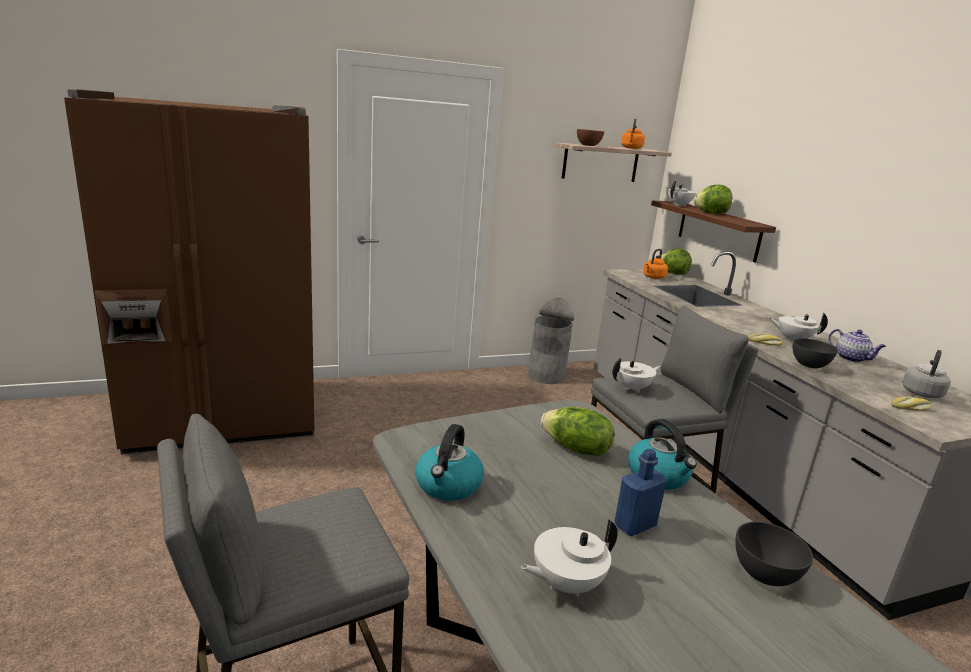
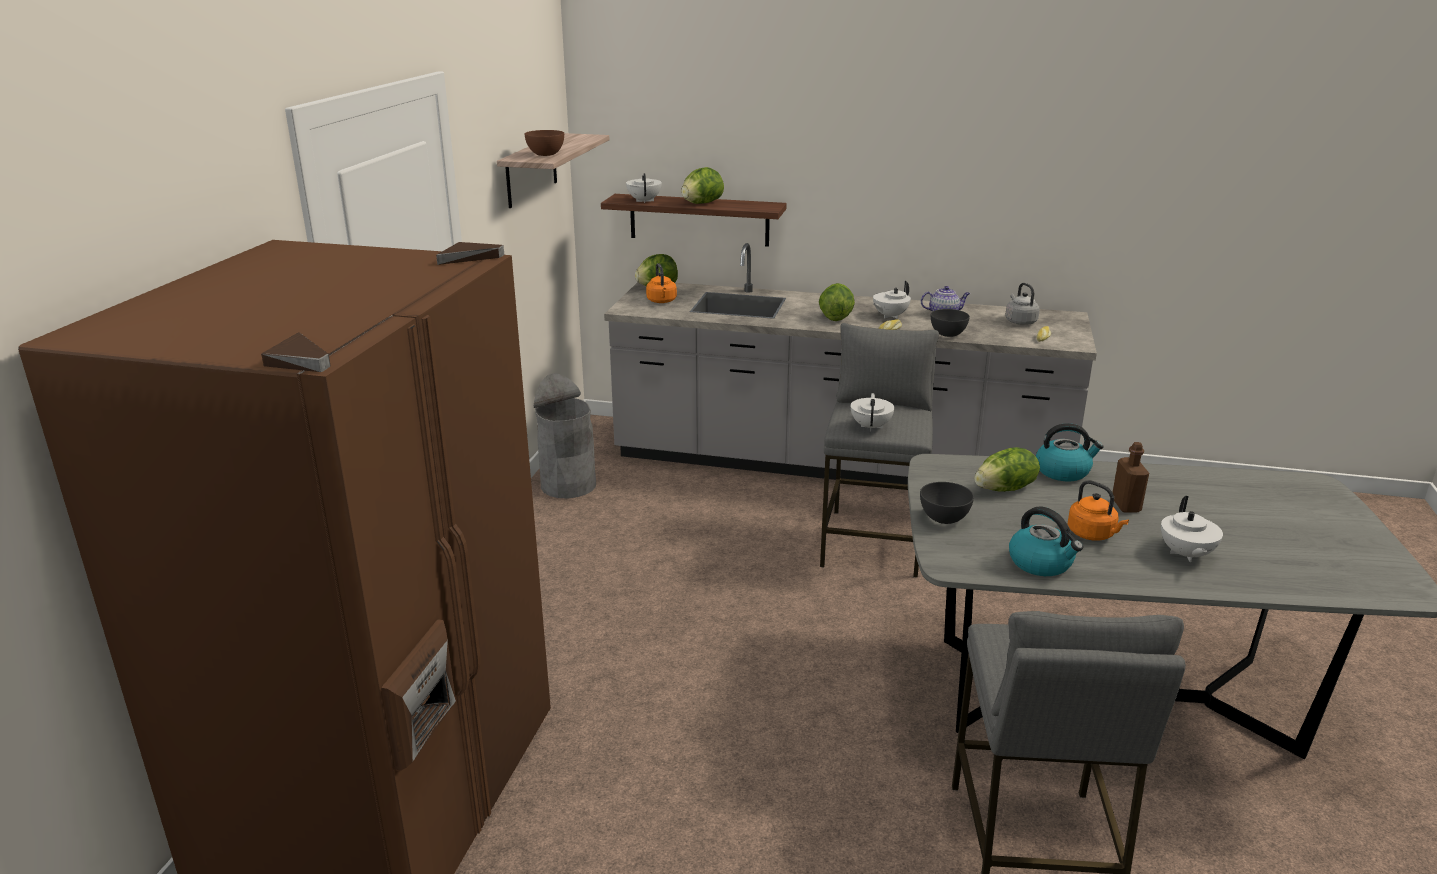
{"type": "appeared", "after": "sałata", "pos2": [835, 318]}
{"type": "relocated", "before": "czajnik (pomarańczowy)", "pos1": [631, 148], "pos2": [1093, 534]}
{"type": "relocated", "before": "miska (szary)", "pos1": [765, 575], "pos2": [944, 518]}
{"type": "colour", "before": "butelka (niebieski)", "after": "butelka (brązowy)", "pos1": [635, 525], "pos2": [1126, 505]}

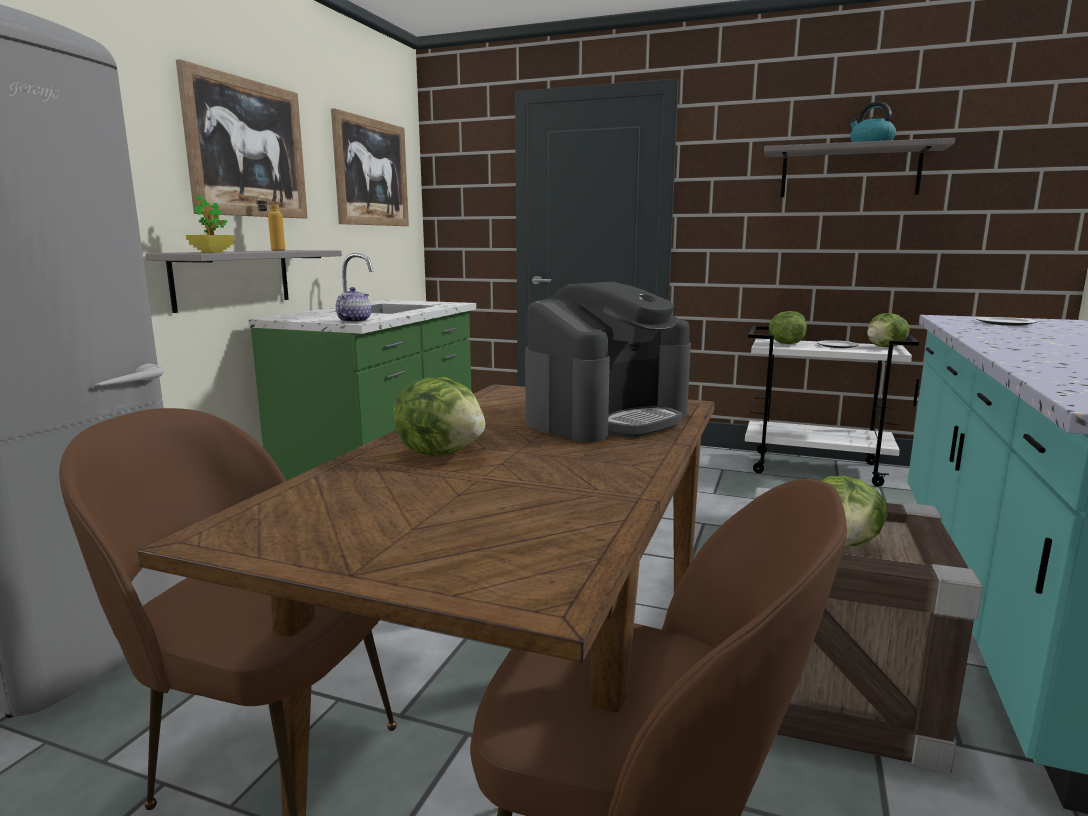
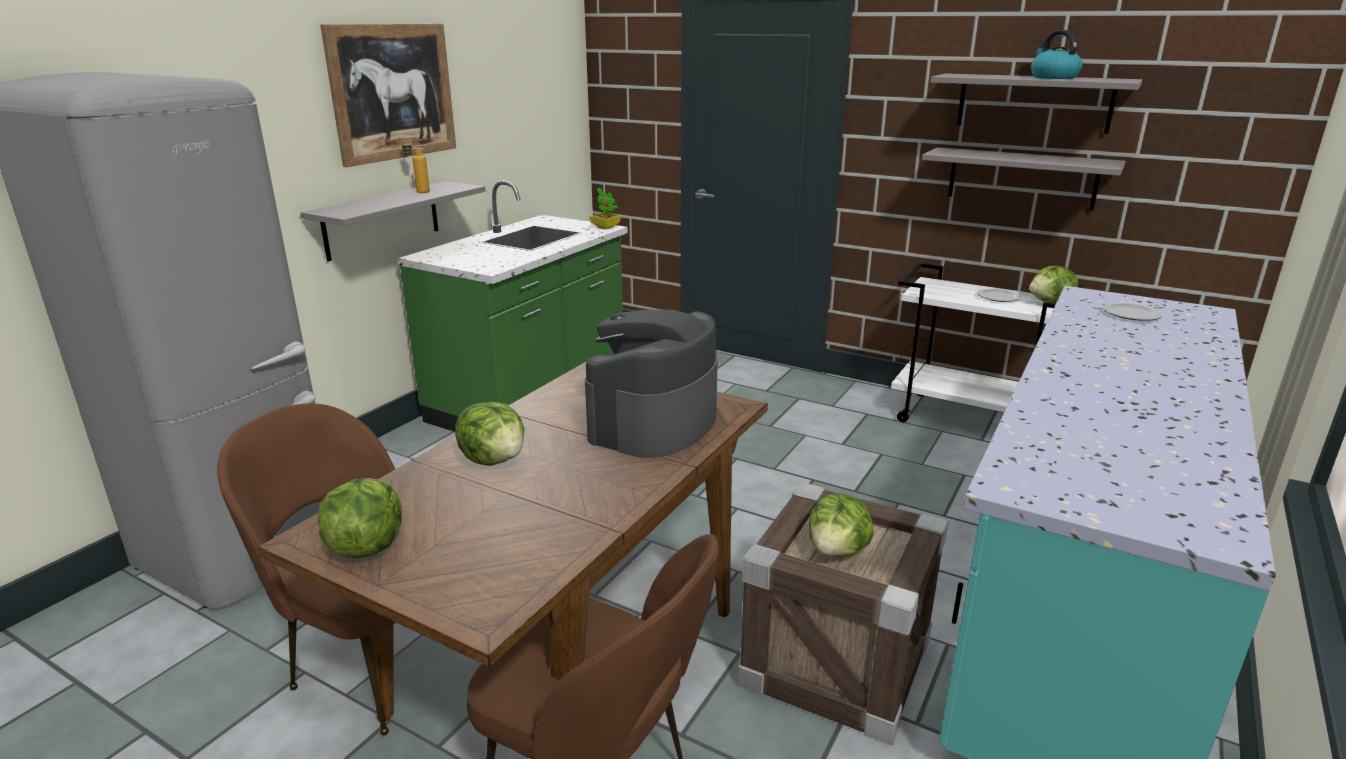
{"type": "missing", "before": "obraz", "pos1": [371, 173]}
{"type": "missing", "before": "imbryk", "pos1": [354, 321]}
{"type": "appeared", "after": "półka (szary)", "pos2": [1022, 178]}
{"type": "relocated", "before": "roślina doniczkowa", "pos1": [212, 252], "pos2": [605, 227]}
{"type": "relocated", "before": "sałata", "pos1": [785, 343], "pos2": [366, 546]}
{"type": "spun", "before": "ekspres do kawy", "pos1": [607, 418], "pos2": [653, 422], "turn": 150}

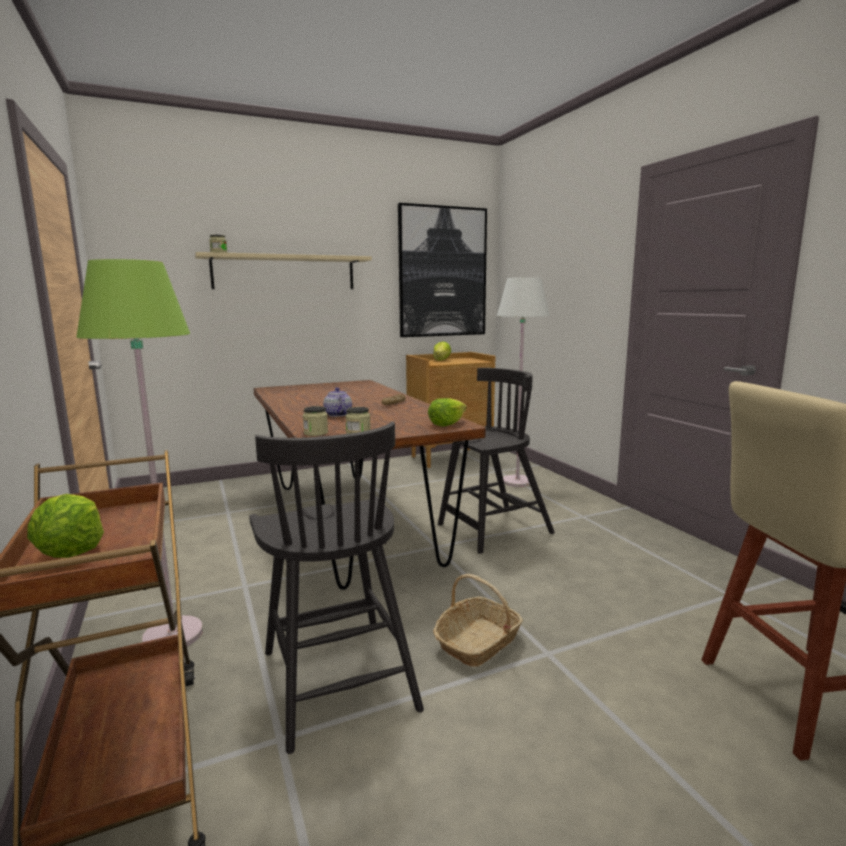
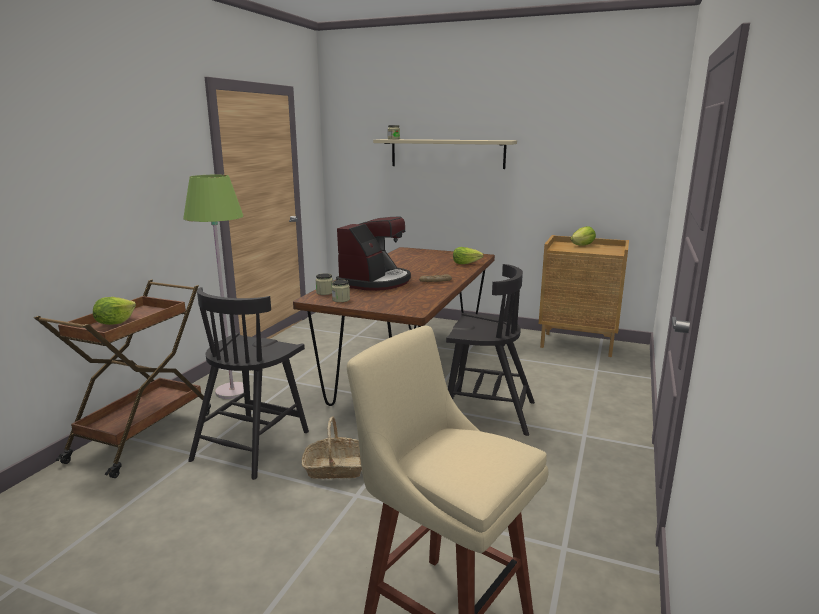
{"type": "missing", "before": "obraz", "pos1": [442, 272]}
{"type": "missing", "before": "lampa stojąca (biały)", "pos1": [517, 481]}
{"type": "relocated", "before": "sałata", "pos1": [447, 424], "pos2": [466, 263]}
{"type": "exchanged", "before": "imbryk", "after": "ekspres do kawy", "pos1": [337, 414], "pos2": [375, 282]}

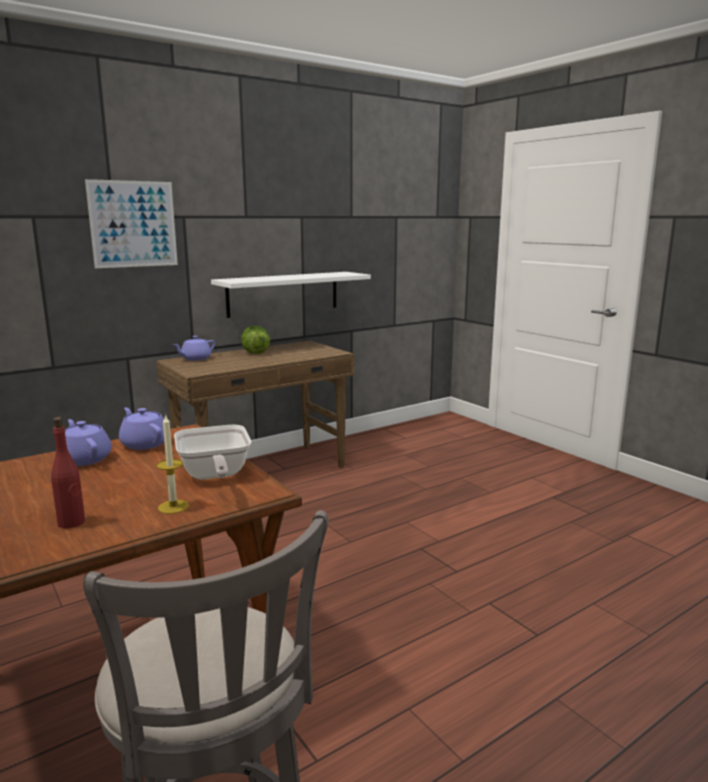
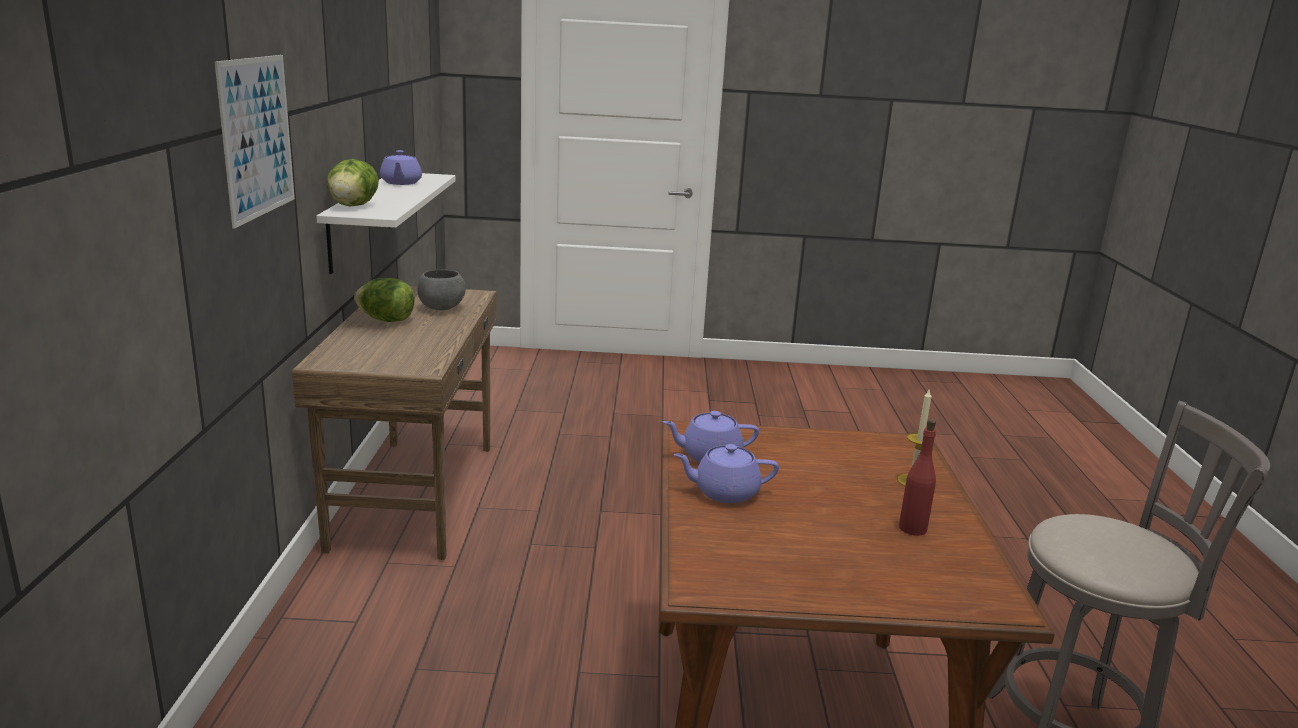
{"type": "missing", "before": "patelnia", "pos1": [214, 475]}
{"type": "appeared", "after": "sałata", "pos2": [353, 206]}
{"type": "appeared", "after": "miska (szary)", "pos2": [442, 308]}
{"type": "relocated", "before": "imbryk (fioletowy)", "pos1": [195, 359], "pos2": [401, 183]}

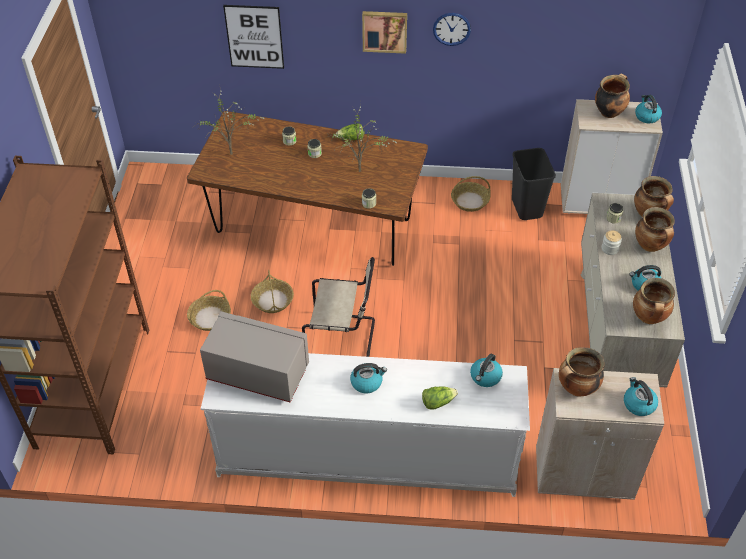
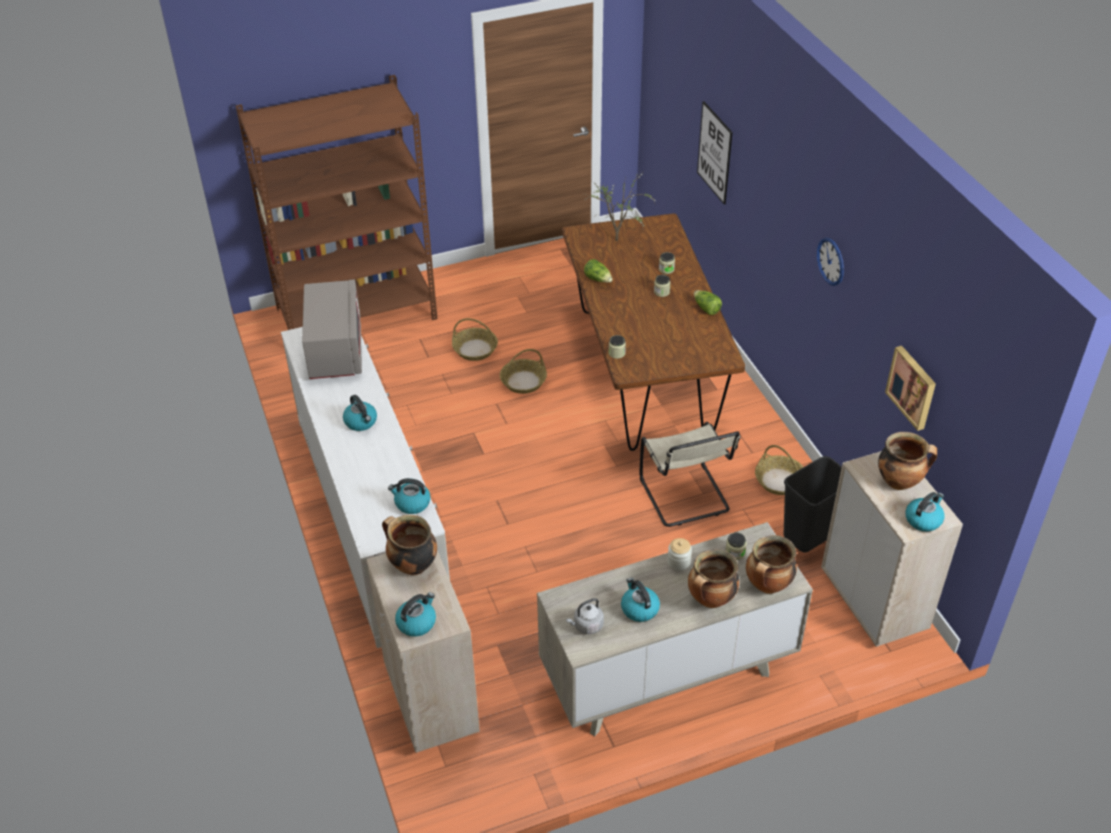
{"type": "missing", "before": "roślina doniczkowa", "pos1": [361, 172]}
{"type": "relocated", "before": "krzesło (beżowy)", "pos1": [343, 338], "pos2": [685, 497]}
{"type": "relocated", "before": "obraz", "pos1": [384, 31], "pos2": [912, 387]}
{"type": "relocated", "before": "sałata", "pos1": [437, 402], "pos2": [598, 279]}
{"type": "exchanged", "before": "garnek", "after": "czajnik (szary)", "pos1": [649, 318], "pos2": [586, 625]}

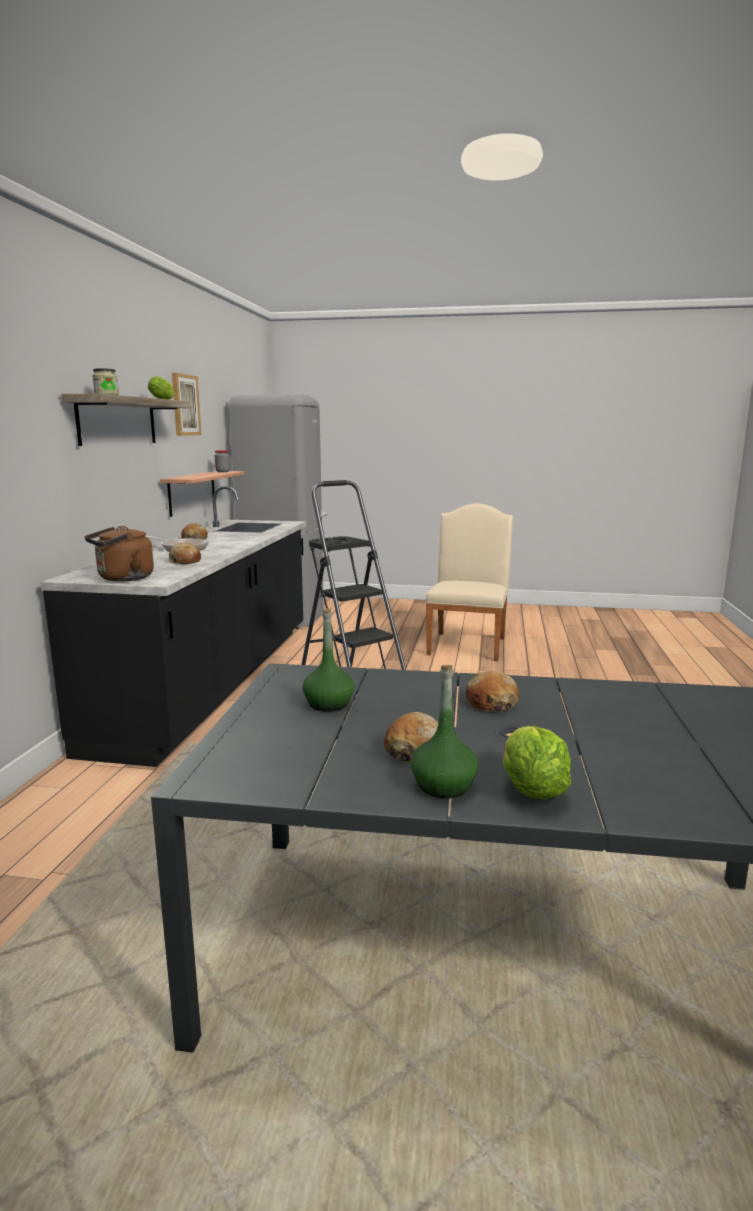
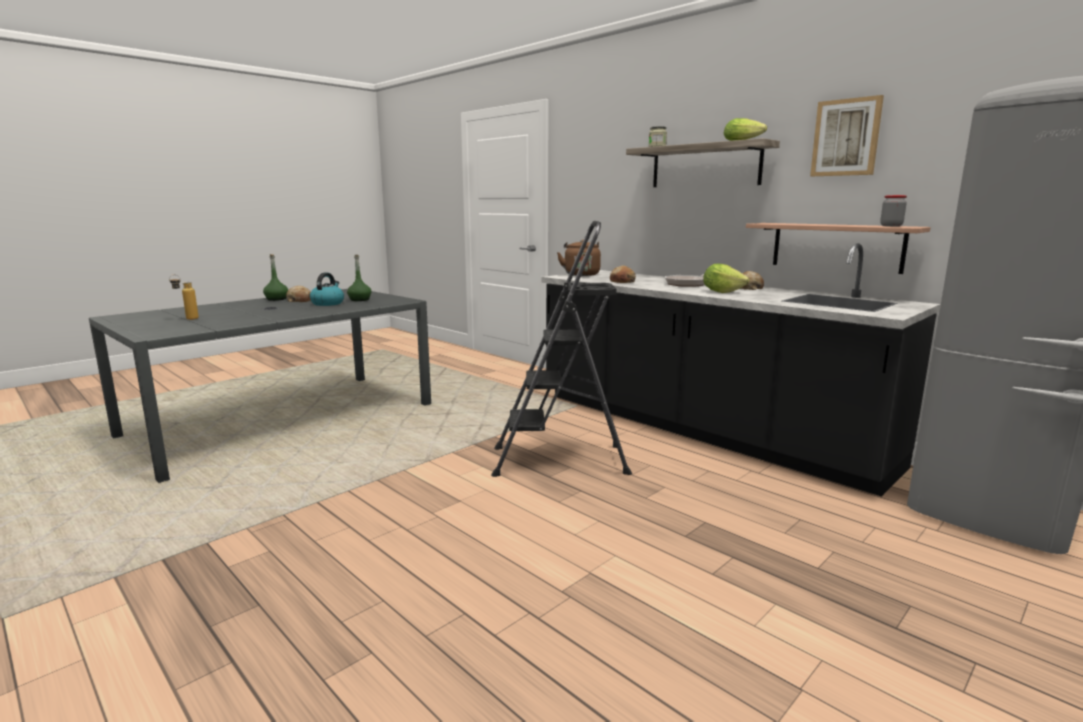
{"type": "missing", "before": "krzesło (beżowy)", "pos1": [468, 644]}
{"type": "missing", "before": "chleb", "pos1": [491, 702]}
{"type": "appeared", "after": "butelka", "pos2": [187, 319]}
{"type": "appeared", "after": "czajnik", "pos2": [328, 303]}
{"type": "relocated", "before": "sałata", "pos1": [531, 789], "pos2": [722, 292]}

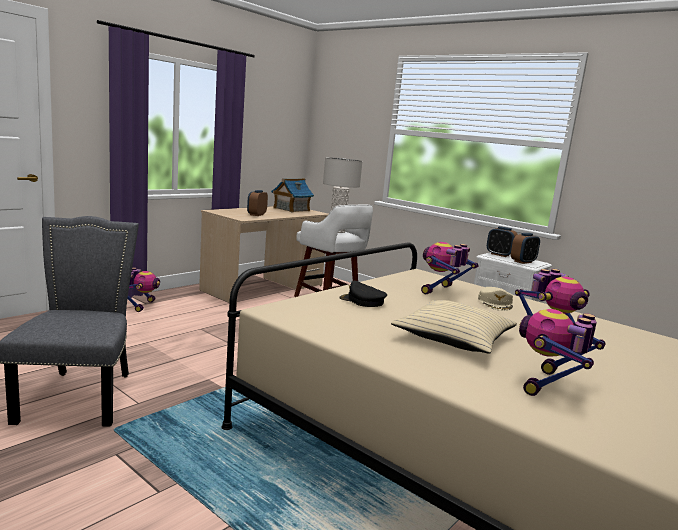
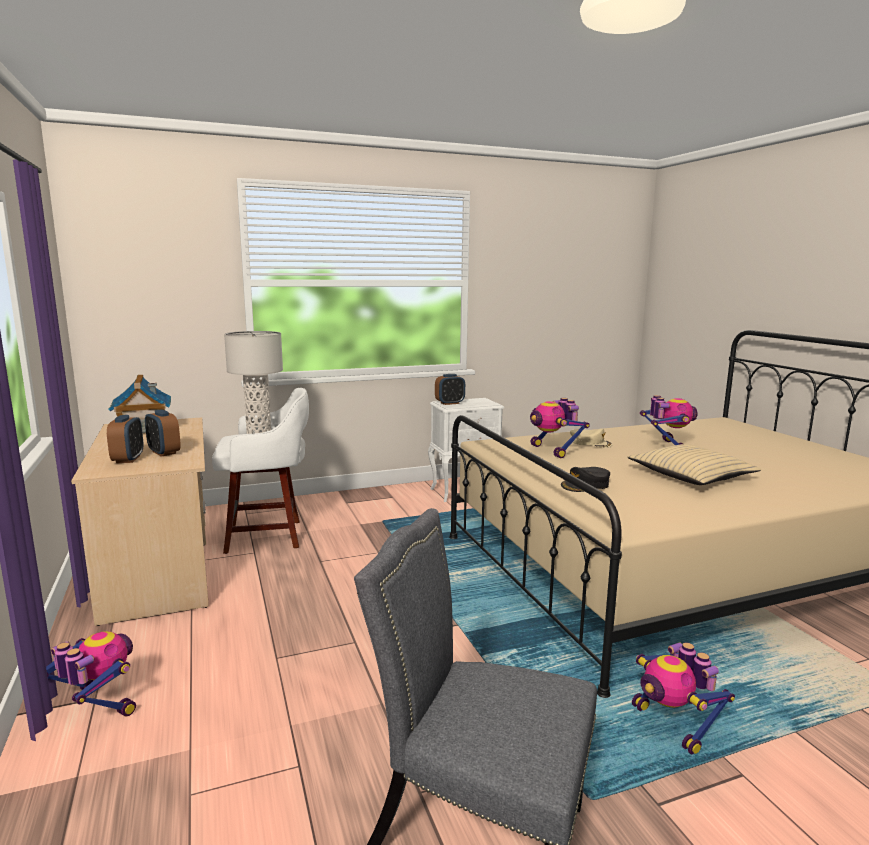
{"type": "relocated", "before": "budzik", "pos1": [523, 262], "pos2": [128, 459]}
{"type": "relocated", "before": "robot zabawkowy", "pos1": [550, 386], "pos2": [672, 725]}

